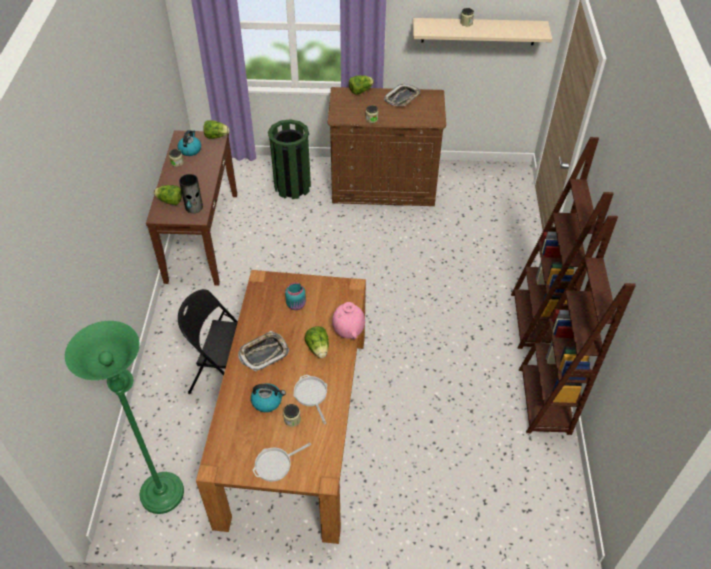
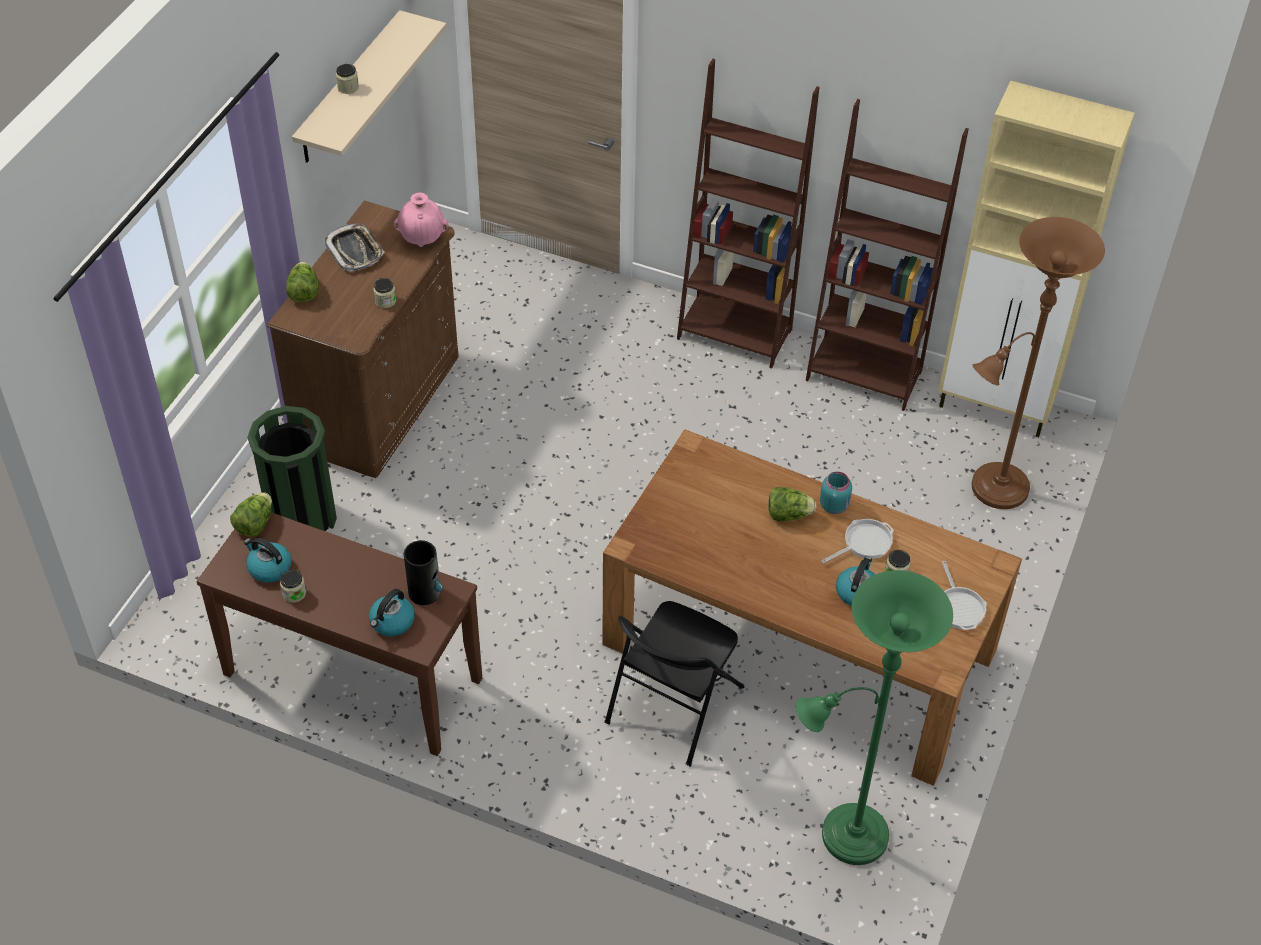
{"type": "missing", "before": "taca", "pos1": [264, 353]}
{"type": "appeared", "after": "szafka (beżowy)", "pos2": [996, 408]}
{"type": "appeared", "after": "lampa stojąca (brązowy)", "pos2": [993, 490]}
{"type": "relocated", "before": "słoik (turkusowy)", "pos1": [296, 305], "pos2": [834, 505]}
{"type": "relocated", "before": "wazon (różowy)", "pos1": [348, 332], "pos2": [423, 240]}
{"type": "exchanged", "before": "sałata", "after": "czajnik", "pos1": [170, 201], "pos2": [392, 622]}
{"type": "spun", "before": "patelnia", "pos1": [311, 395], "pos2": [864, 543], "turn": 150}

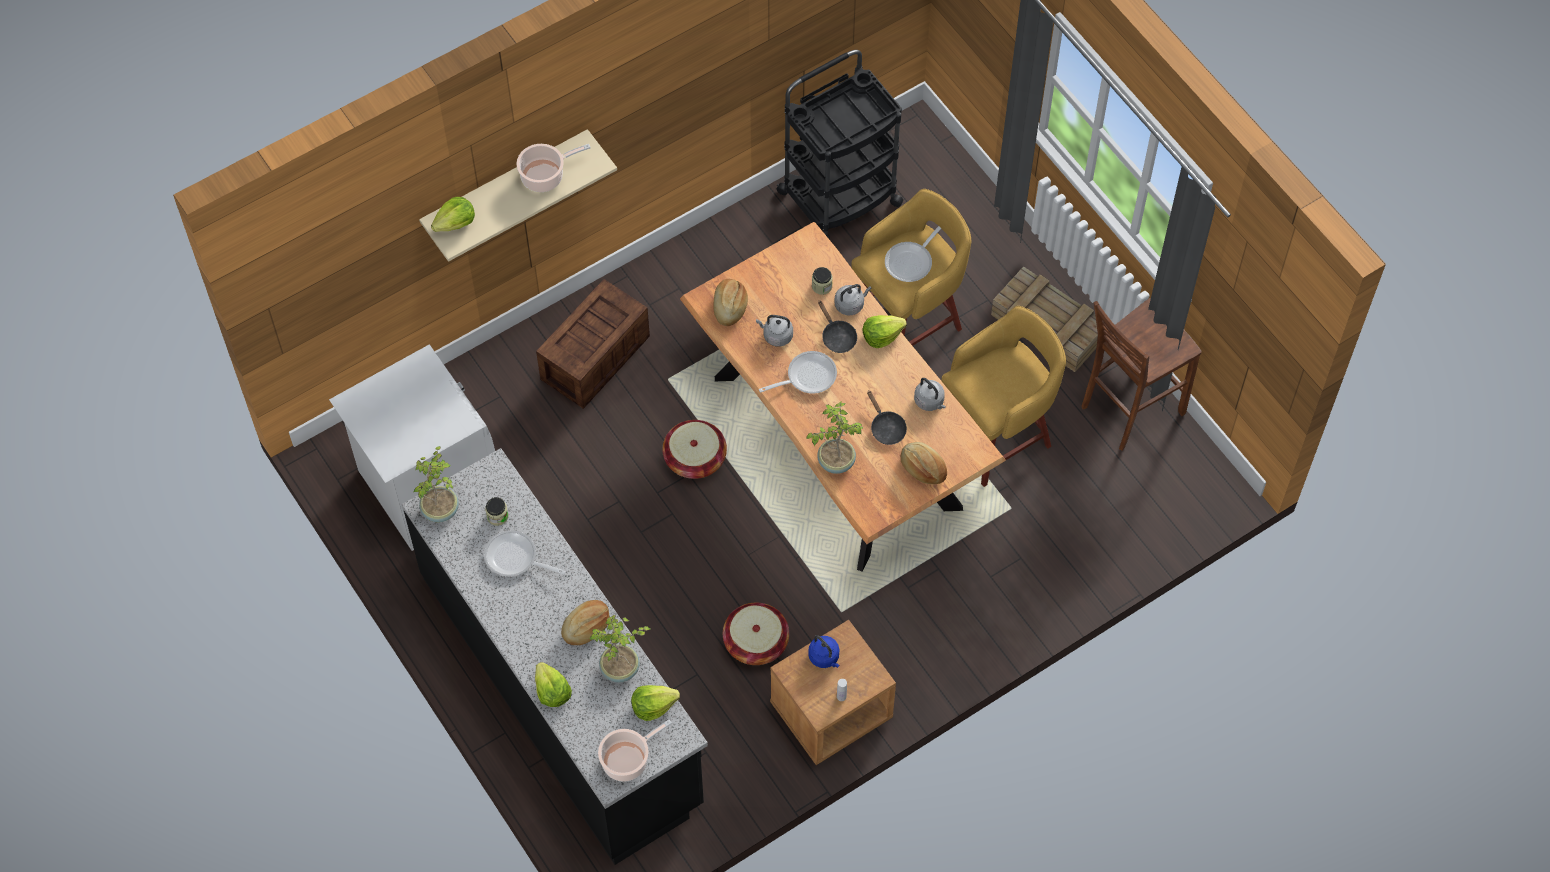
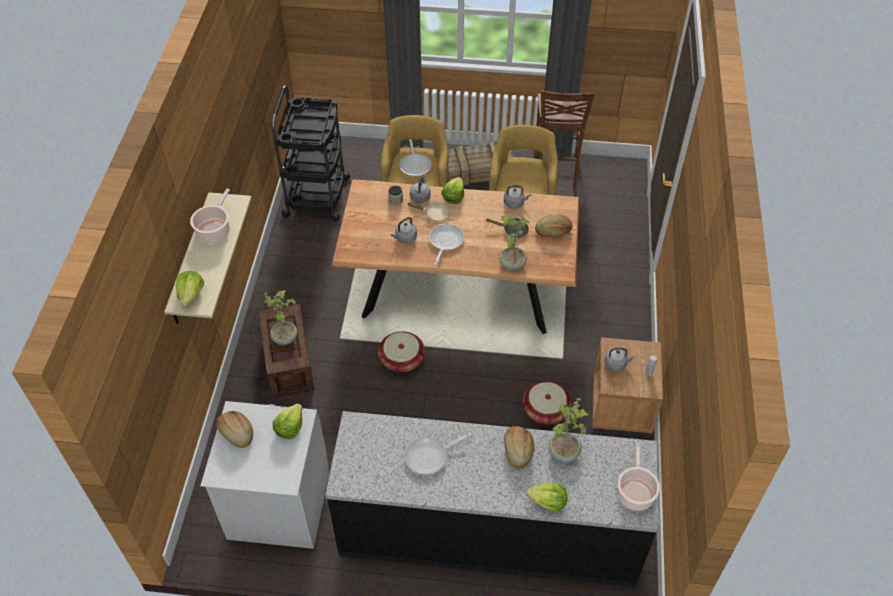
{"type": "missing", "before": "słoik", "pos1": [497, 516]}
{"type": "relocated", "before": "roślina doniczkowa", "pos1": [441, 509], "pos2": [285, 337]}
{"type": "relocated", "before": "sałata", "pos1": [653, 705], "pos2": [289, 427]}
{"type": "relocated", "before": "chleb", "pos1": [729, 306], "pos2": [236, 433]}
{"type": "colour", "before": "czajnik (niebieski)", "after": "czajnik (szary)", "pos1": [825, 657], "pos2": [616, 363]}
{"type": "colour", "before": "patelnia (czarny)", "after": "patelnia (beżowy)", "pos1": [837, 337], "pos2": [434, 214]}

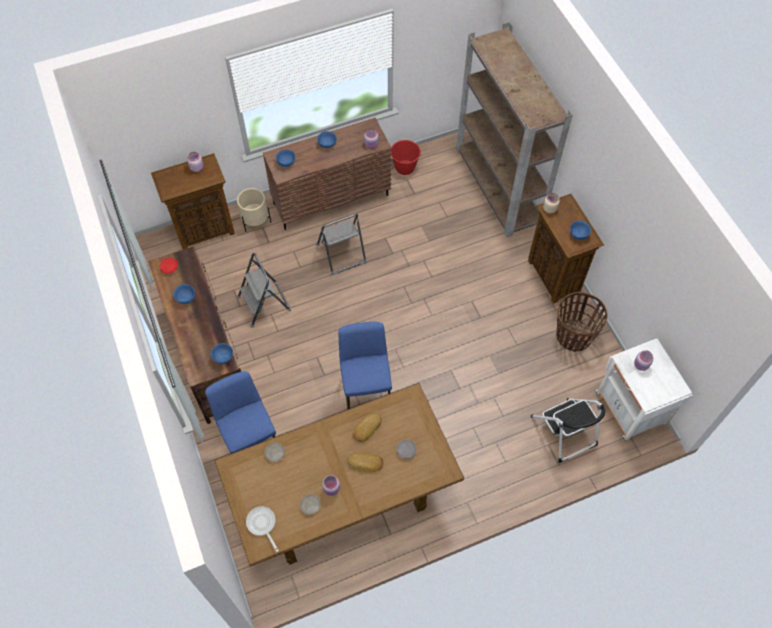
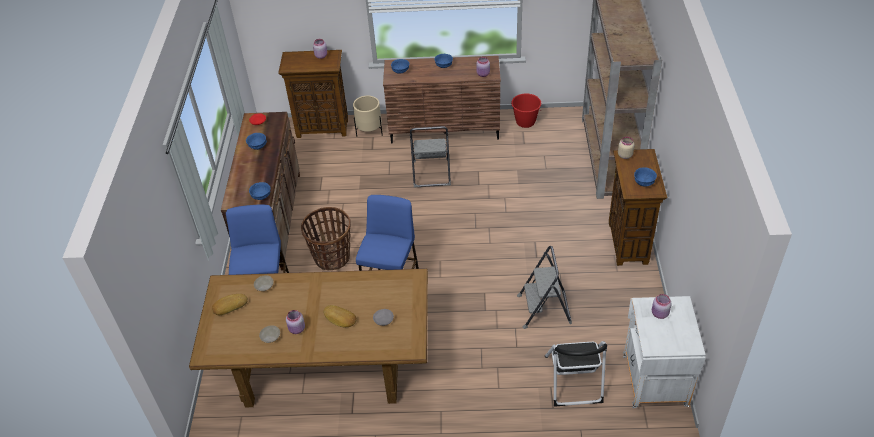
{"type": "missing", "before": "patelnia", "pos1": [262, 524]}
{"type": "relocated", "before": "drabinka (szary)", "pos1": [266, 303], "pos2": [546, 309]}
{"type": "relocated", "before": "chleb", "pos1": [366, 428], "pos2": [229, 305]}
{"type": "relocated", "before": "koszyk", "pos1": [573, 336], "pos2": [332, 257]}

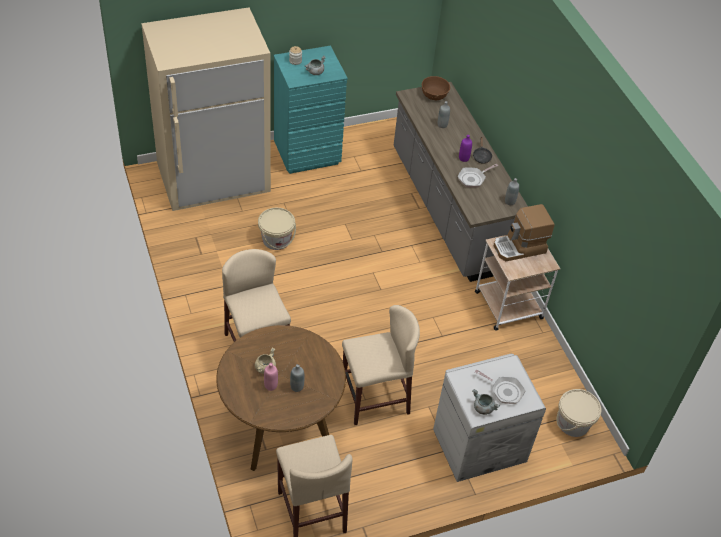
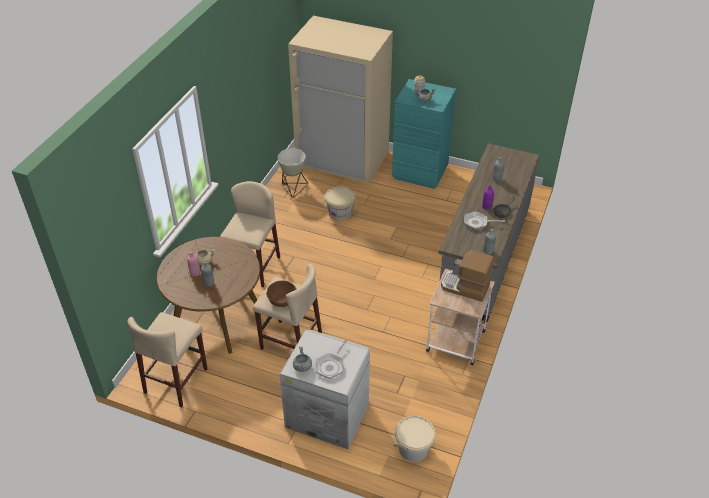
{"type": "appeared", "after": "donica", "pos2": [293, 188]}
{"type": "relocated", "before": "miska (brązowy)", "pos1": [434, 95], "pos2": [282, 300]}
{"type": "spun", "before": "patelnia", "pos1": [504, 391], "pos2": [331, 366], "turn": 45}

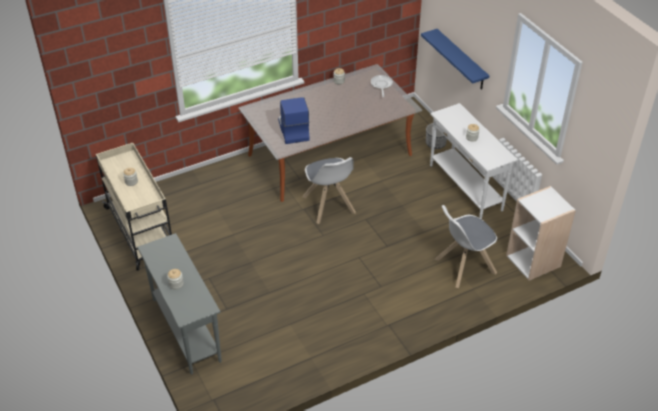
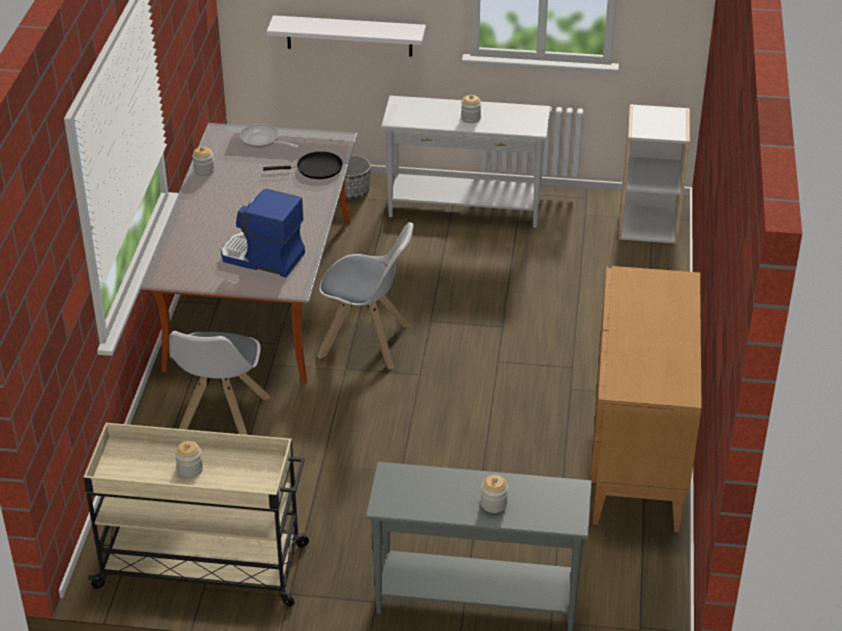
{"type": "appeared", "after": "patelnia (czarny)", "pos2": [315, 169]}
{"type": "appeared", "after": "szafka (brązowy)", "pos2": [637, 456]}
{"type": "relocated", "before": "krzesło", "pos1": [463, 266], "pos2": [221, 420]}
{"type": "colour", "before": "półka (niebieski)", "after": "półka (biały)", "pos1": [461, 60], "pos2": [349, 36]}

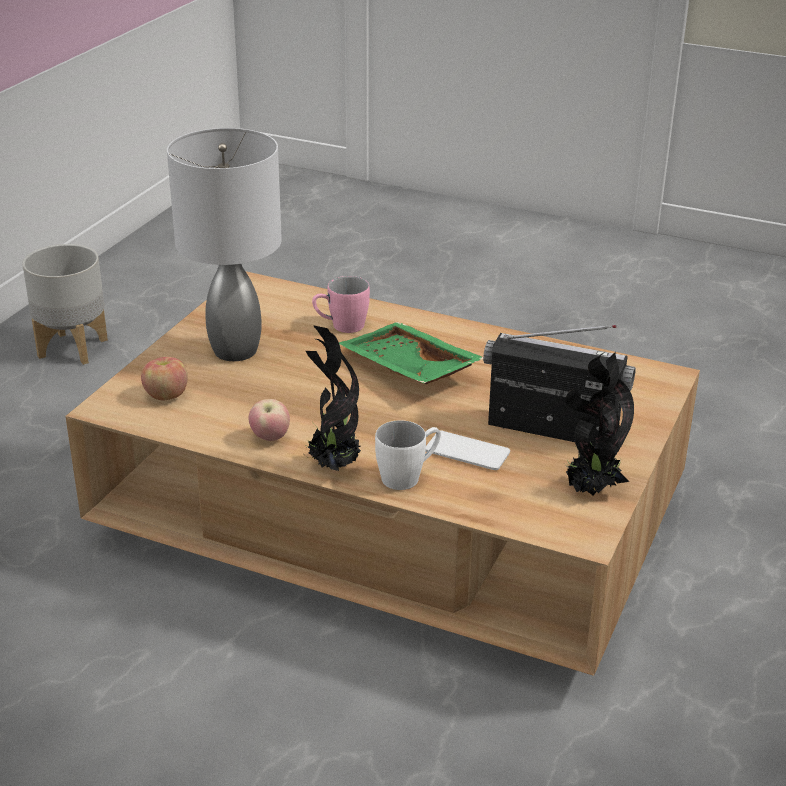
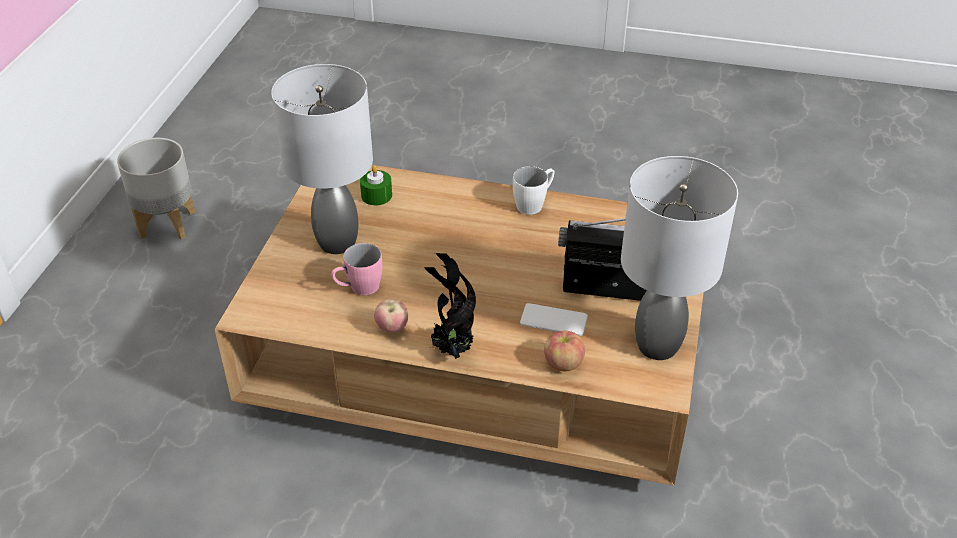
{"type": "missing", "before": "taca (zielony)", "pos1": [407, 369]}
{"type": "appeared", "after": "świeca (zielony)", "pos2": [376, 195]}
{"type": "relocated", "before": "jabłko", "pos1": [166, 395], "pos2": [563, 363]}
{"type": "relocated", "before": "kubek (różowy)", "pos1": [341, 327], "pos2": [358, 289]}
{"type": "relocated", "before": "kubek (biały)", "pos1": [408, 476], "pos2": [534, 203]}
{"type": "exchanged", "before": "roślina doniczkowa", "after": "lampa stołowa (szary)", "pos1": [590, 490], "pos2": [658, 344]}

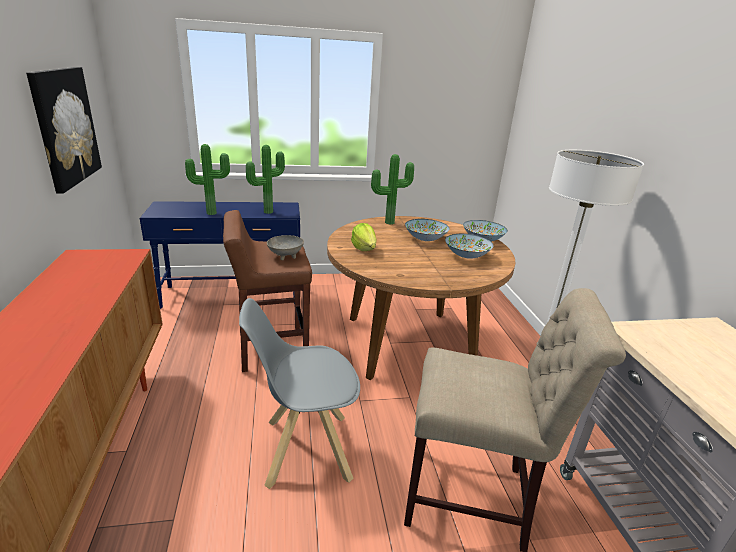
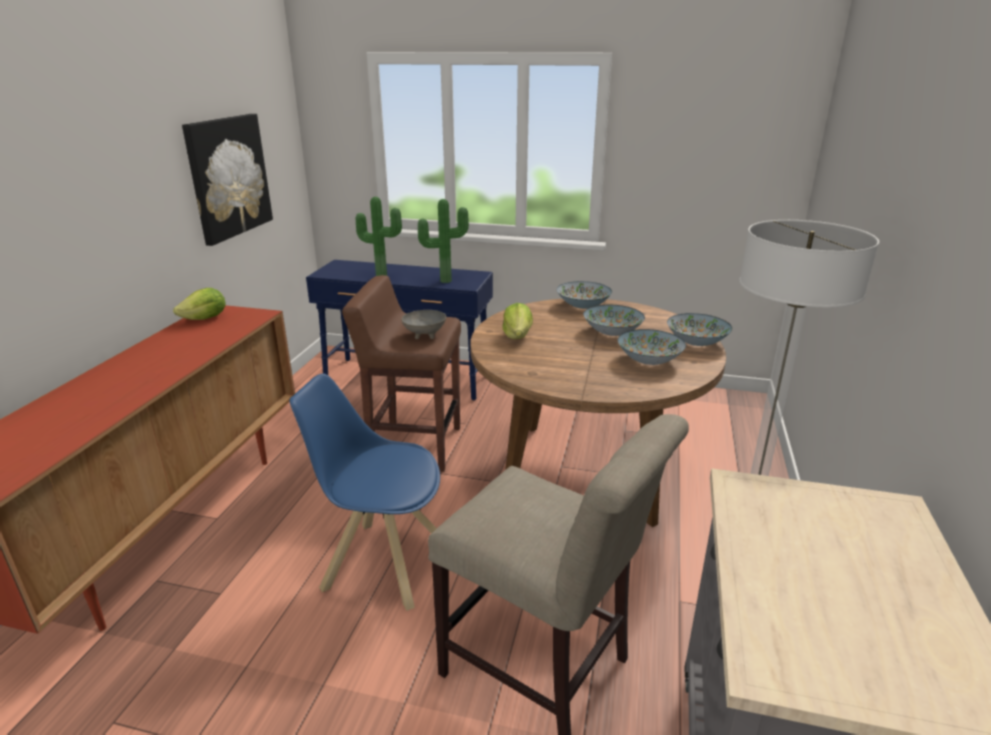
{"type": "appeared", "after": "sałata", "pos2": [205, 319]}
{"type": "exchanged", "before": "roślina doniczkowa", "after": "miska", "pos1": [388, 222], "pos2": [583, 306]}
{"type": "colour", "before": "krzesło (szary)", "after": "krzesło (niebieski)", "pos1": [304, 449], "pos2": [382, 562]}

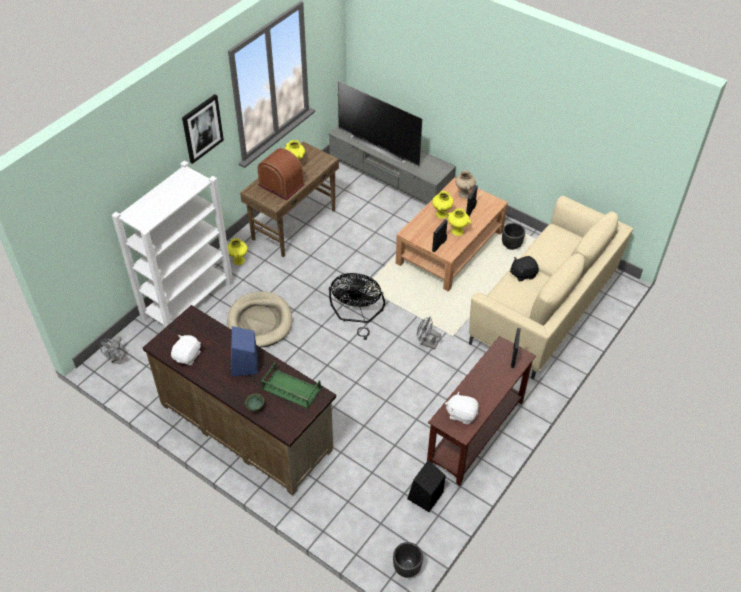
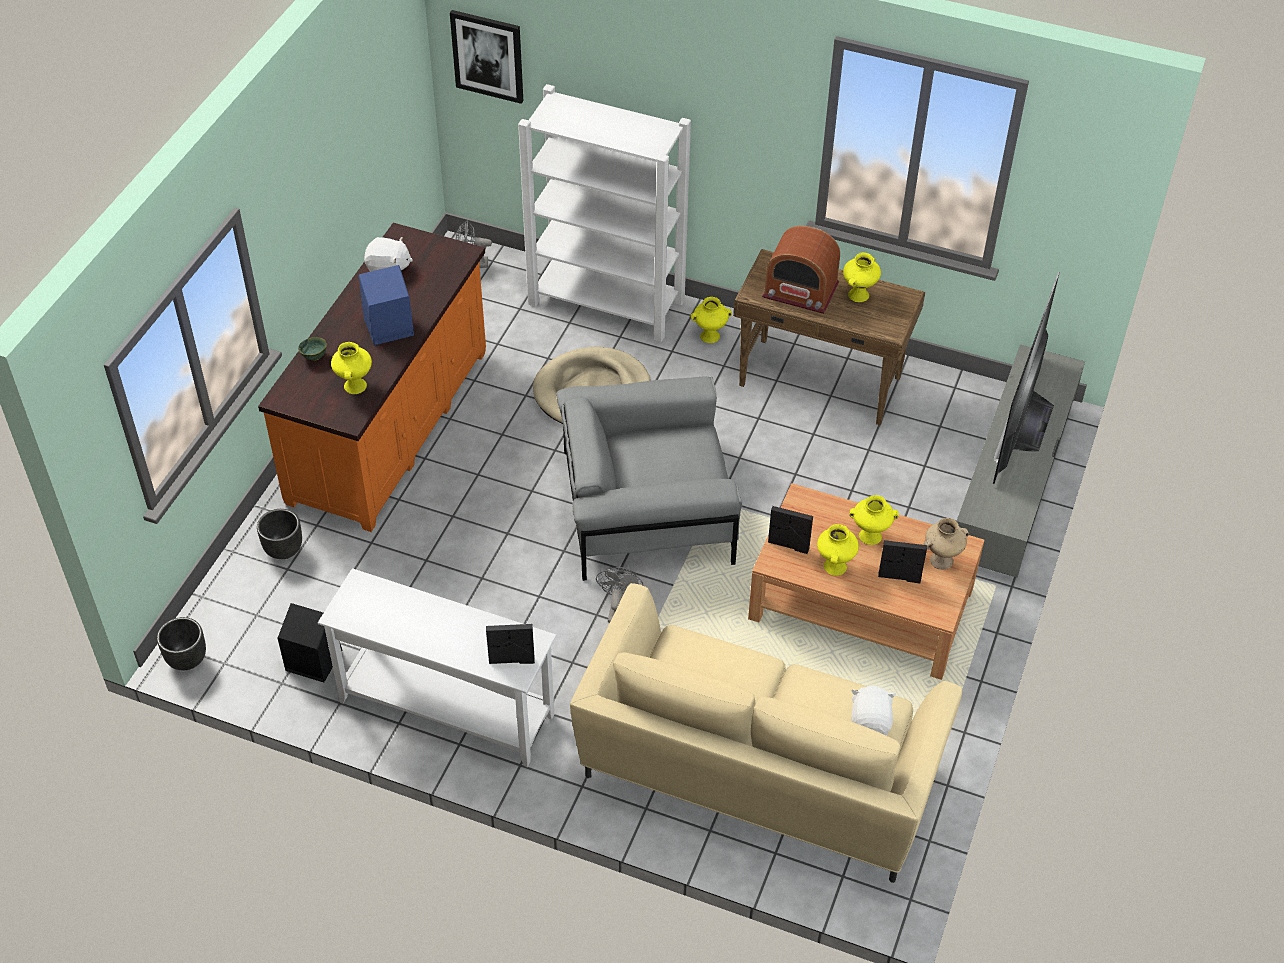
{"type": "missing", "before": "pluszak (czarny)", "pos1": [523, 274]}
{"type": "relocated", "before": "obraz", "pos1": [202, 128], "pos2": [488, 56]}
{"type": "relocated", "before": "pluszak (biały)", "pos1": [461, 414], "pos2": [870, 722]}
{"type": "relocated", "before": "donica (czarny)", "pos1": [511, 245], "pos2": [283, 550]}
{"type": "exchanged", "before": "taca (zielony)", "after": "wazon (żółty)", "pos1": [290, 389], "pos2": [354, 385]}
{"type": "exchanged", "before": "wentylator (czarny)", "after": "fotel (szary)", "pos1": [357, 316], "pos2": [646, 506]}
{"type": "colour", "before": "szafka (beżowy)", "after": "szafka (pomarańczowy)", "pos1": [245, 427], "pos2": [390, 426]}
{"type": "colour", "before": "stolik konsolowy (brązowy)", "after": "stolik konsolowy (biały)", "pos1": [475, 434], "pos2": [445, 708]}
{"type": "spun", "before": "radio", "pos1": [281, 185], "pos2": [800, 290], "turn": 90}

